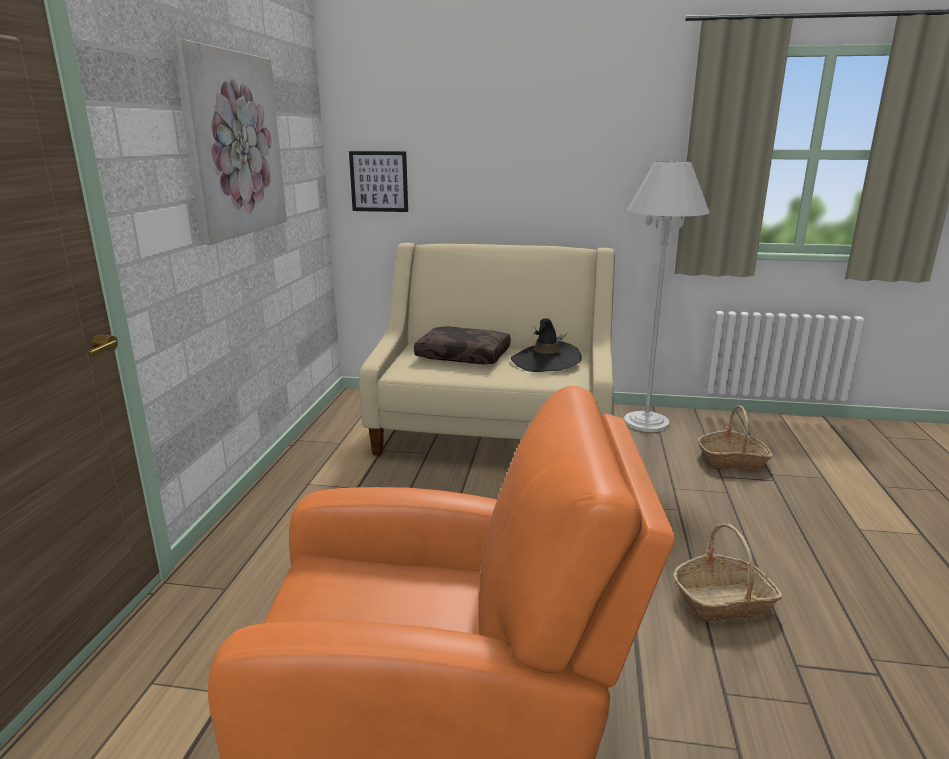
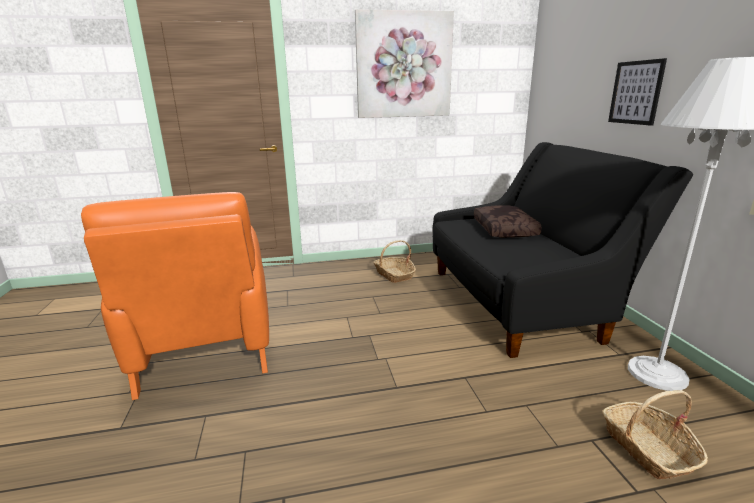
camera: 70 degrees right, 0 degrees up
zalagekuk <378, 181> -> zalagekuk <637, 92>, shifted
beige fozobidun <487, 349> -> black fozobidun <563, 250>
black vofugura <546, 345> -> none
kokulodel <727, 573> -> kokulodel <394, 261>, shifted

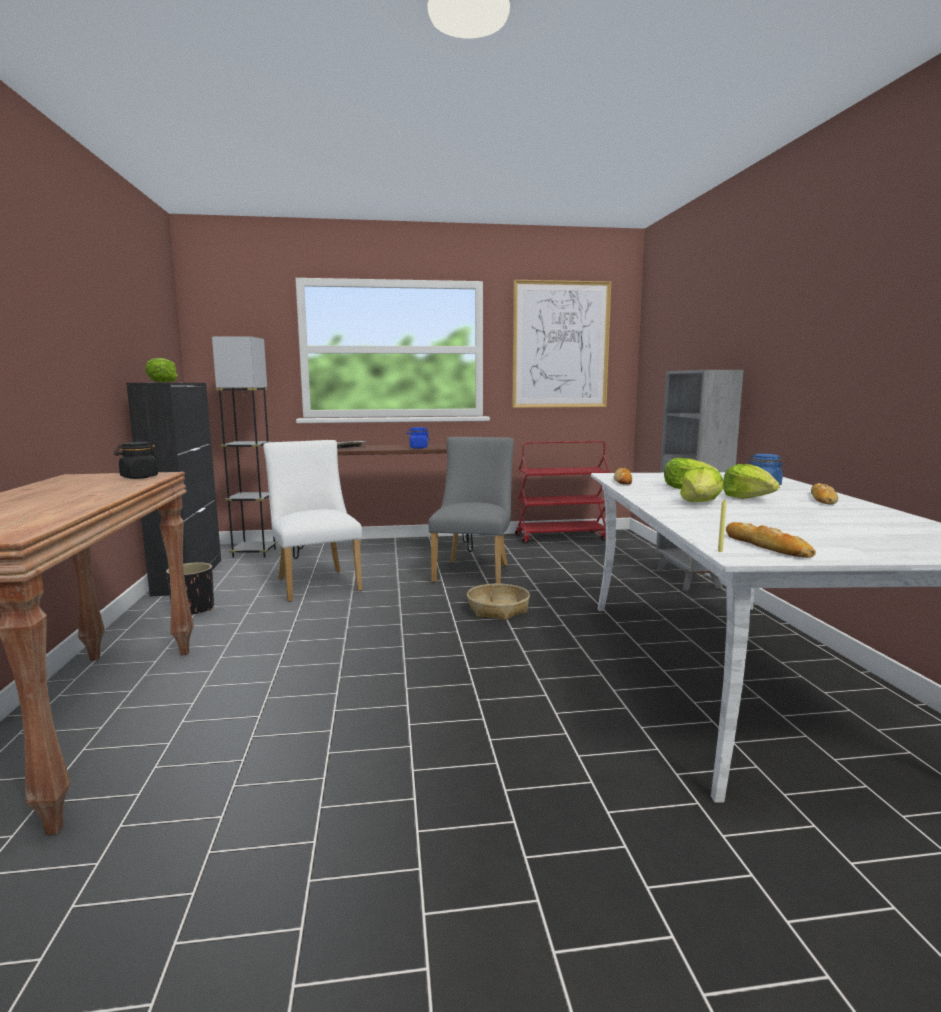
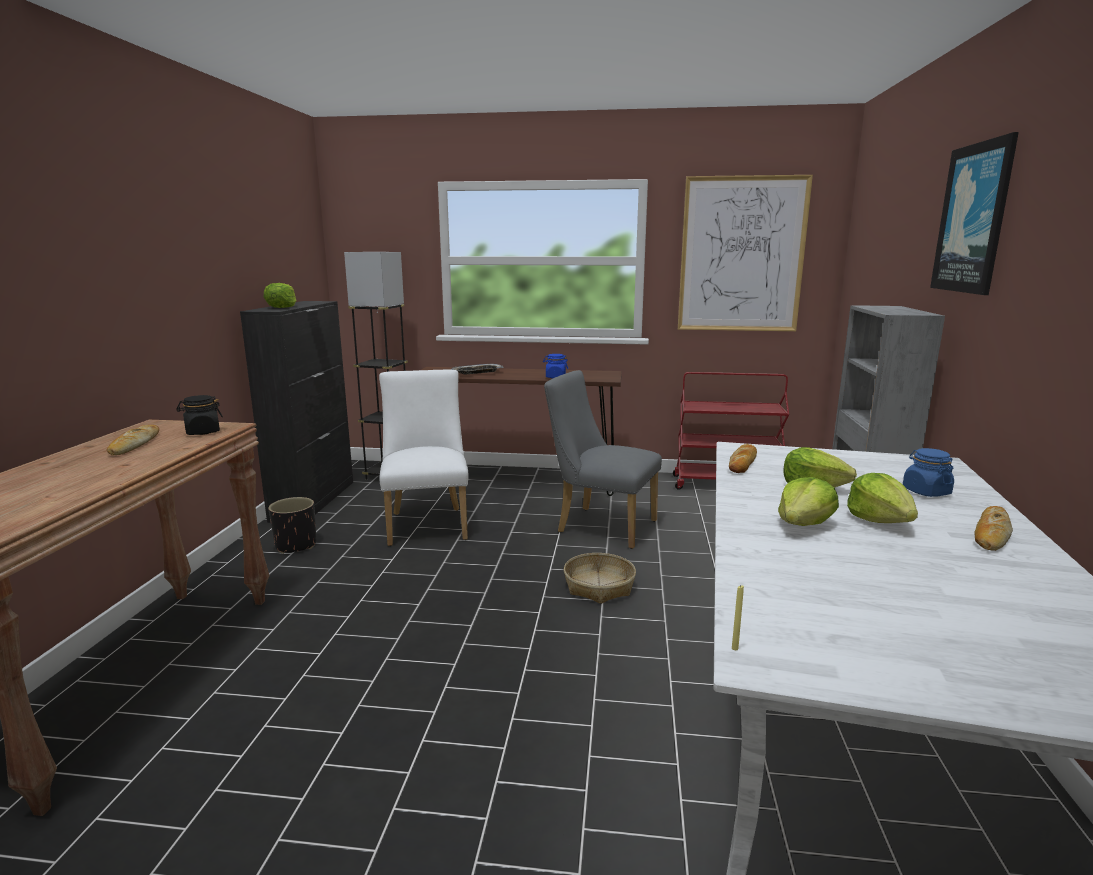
camera: 15 degrees right, 5 degrees up
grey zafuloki <471, 510> -> grey zafuloki <603, 459>, 90 degrees counterclockwise
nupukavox <771, 540> -> nupukavox <132, 440>, shifted
none -> zalagekuk <974, 213>

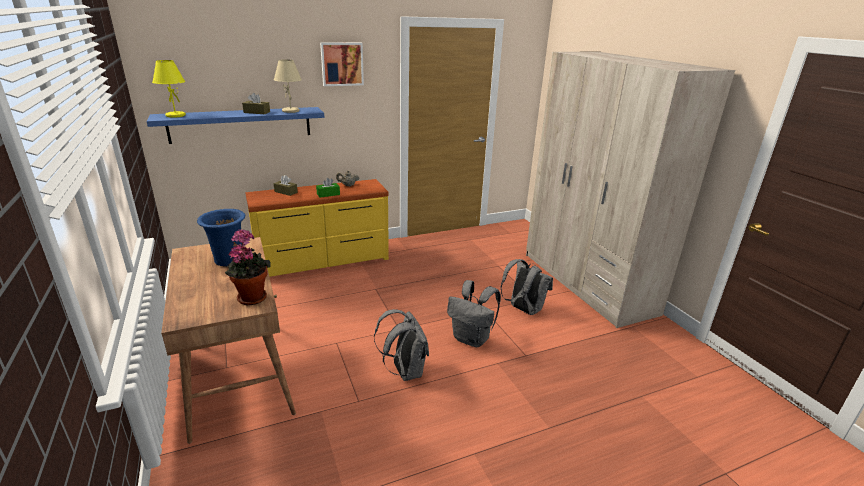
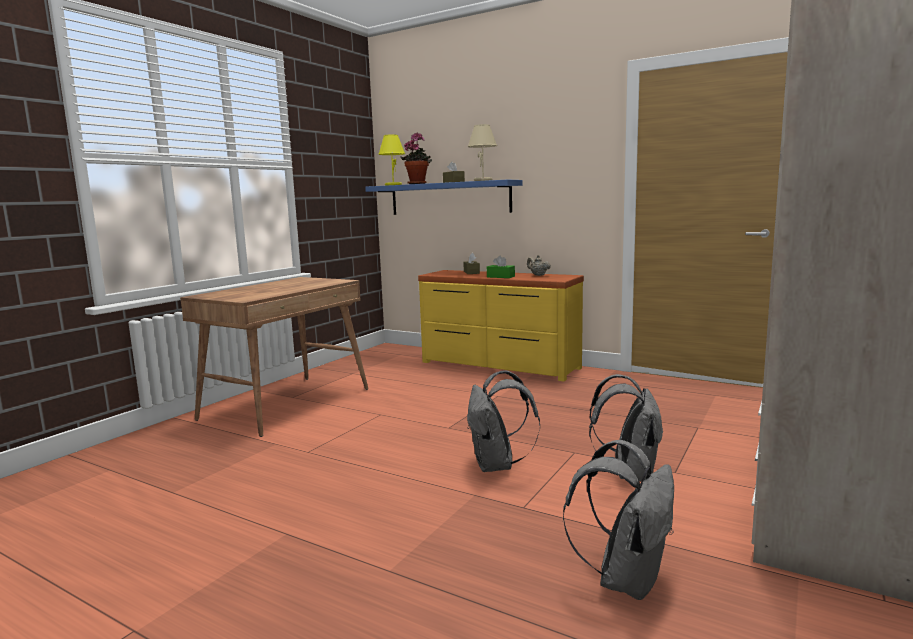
camera: 55 degrees right, 15 degrees down
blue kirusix <221, 237> -> none
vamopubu <248, 267> -> vamopubu <416, 158>, shifted
zalagekuk <342, 64> -> none
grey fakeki <401, 345> -> grey fakeki <618, 520>, shifted

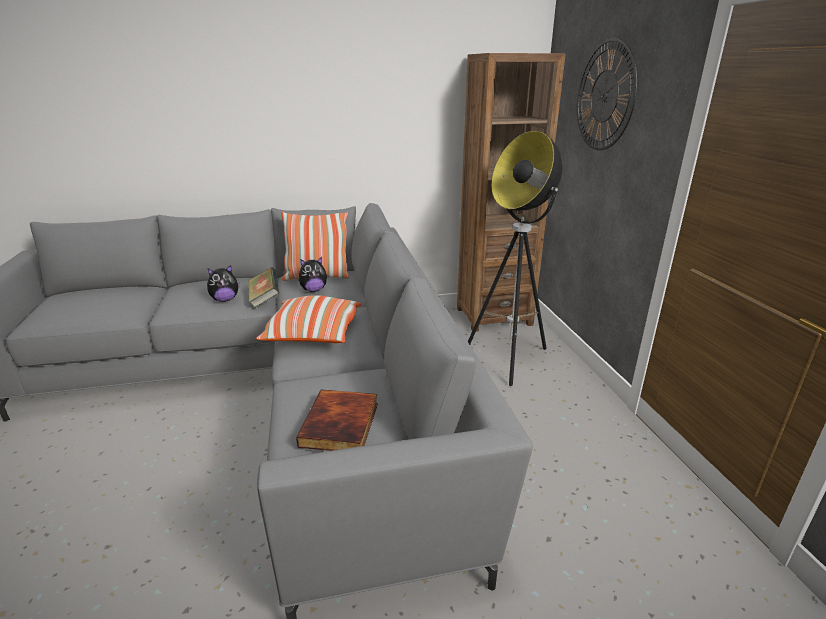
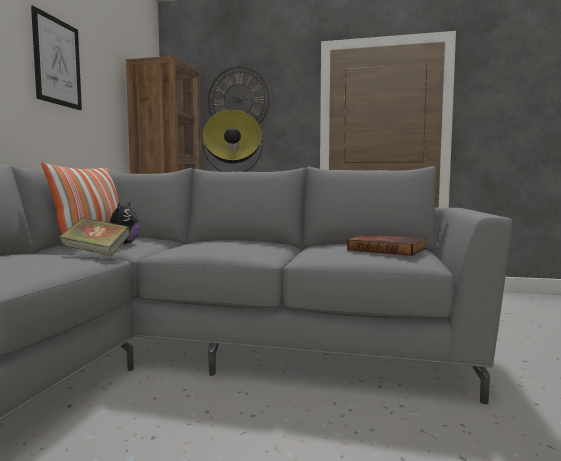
camera: 65 degrees left, 20 degrees down
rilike <223, 283> -> none
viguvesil <309, 319> -> none
none -> zalagekuk <56, 58>

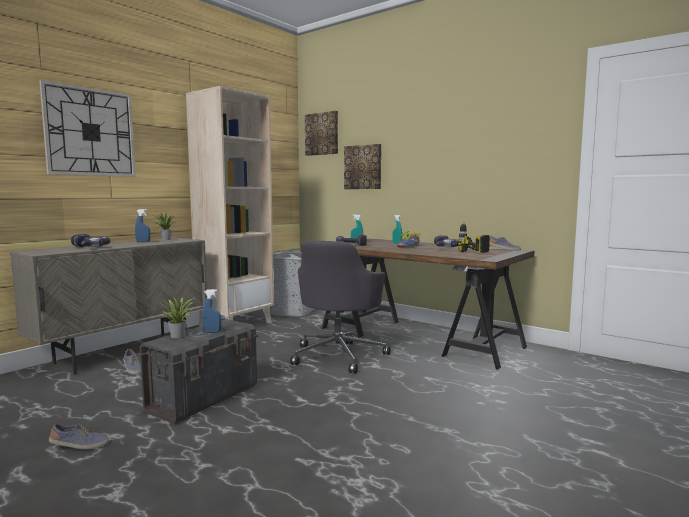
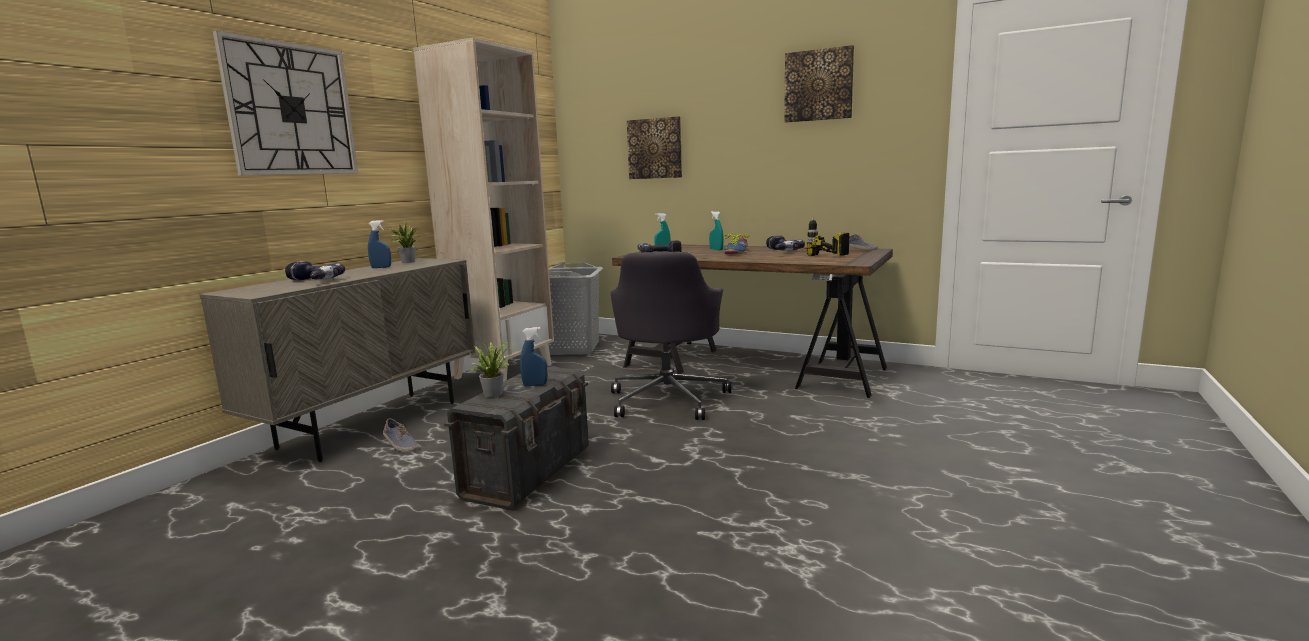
camera: 10 degrees left, 5 degrees up
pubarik <79, 437> -> none
zalagekuk <321, 133> -> zalagekuk <819, 83>, shifted

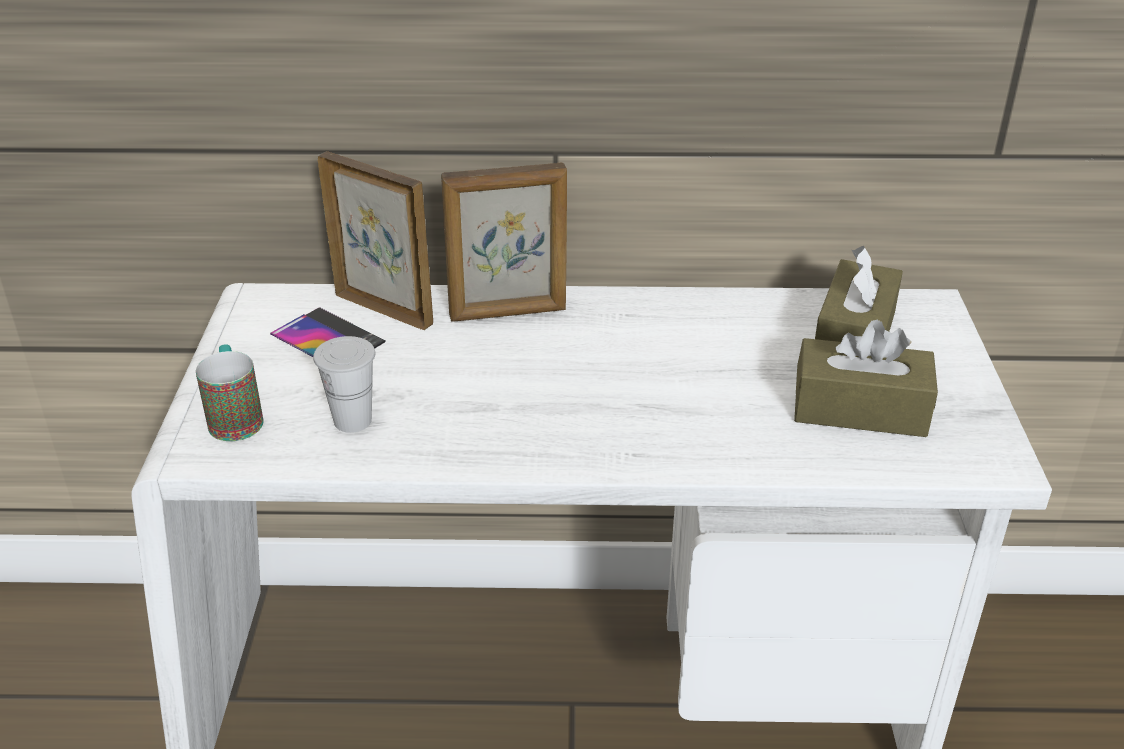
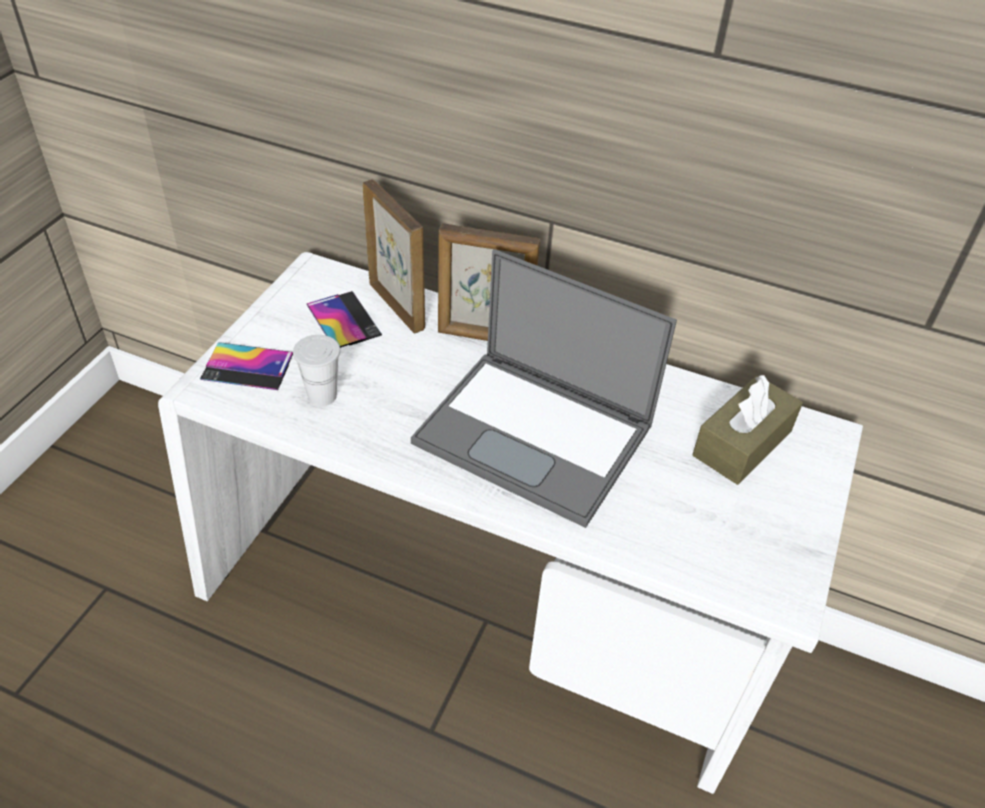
camera: 20 degrees right, 10 degrees up
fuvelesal <230, 392> -> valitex <246, 366>
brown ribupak <866, 378> -> none
none -> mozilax <544, 388>

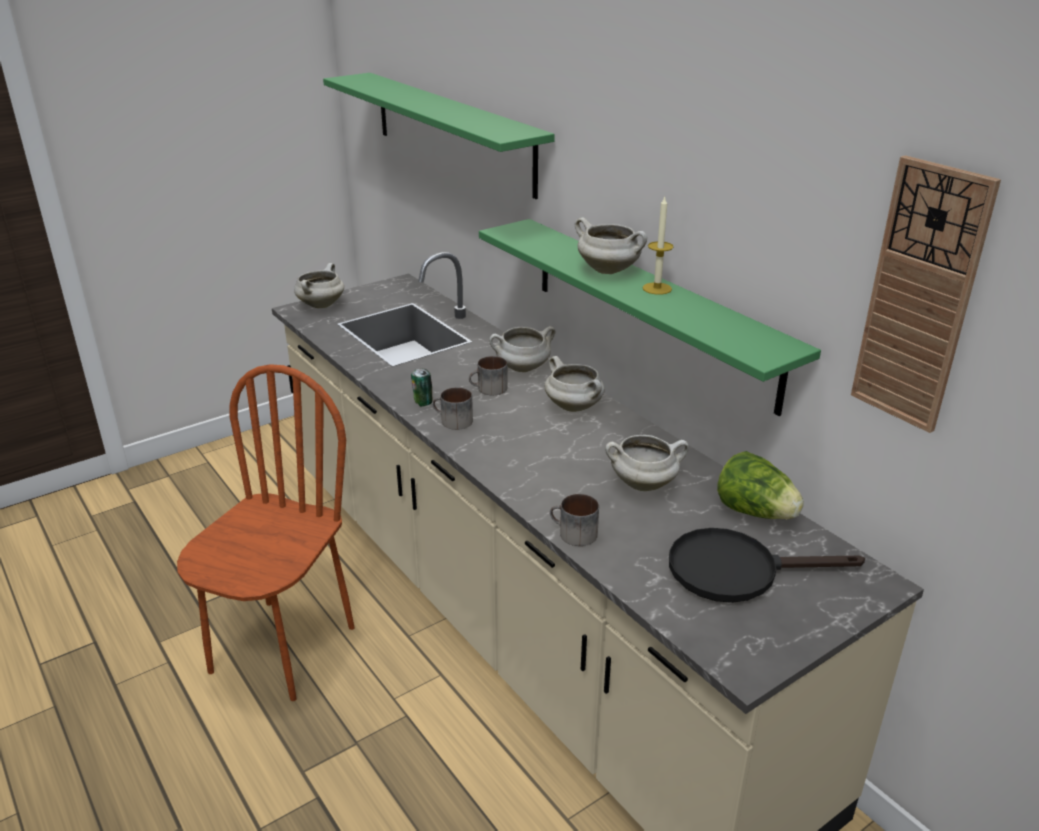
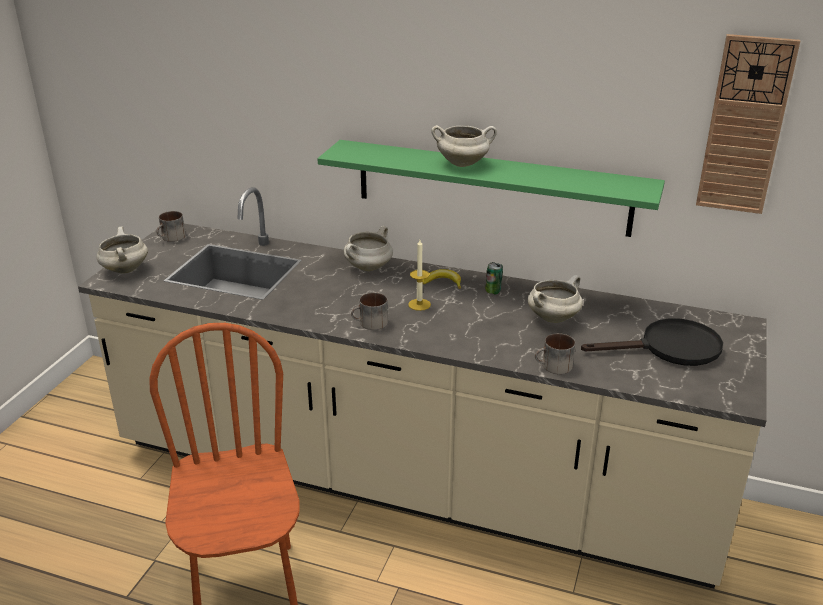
camera: 35 degrees left, 0 degrees up
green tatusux <439, 136> -> none
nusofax <421, 387> -> nusofax <494, 278>, shifted
fuvelesal <488, 375> -> fuvelesal <171, 226>, shifted
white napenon <575, 384> -> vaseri <442, 279>
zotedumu <658, 246> -> zotedumu <419, 275>, shifted
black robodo <767, 565> -> black robodo <652, 342>, 150 degrees counterclockwise
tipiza <760, 485> -> none

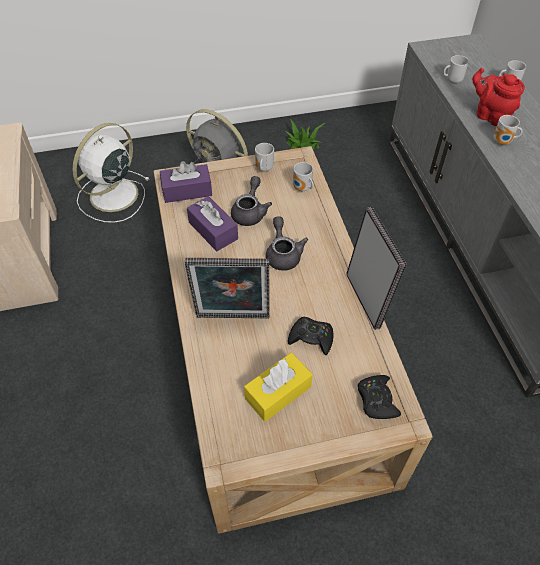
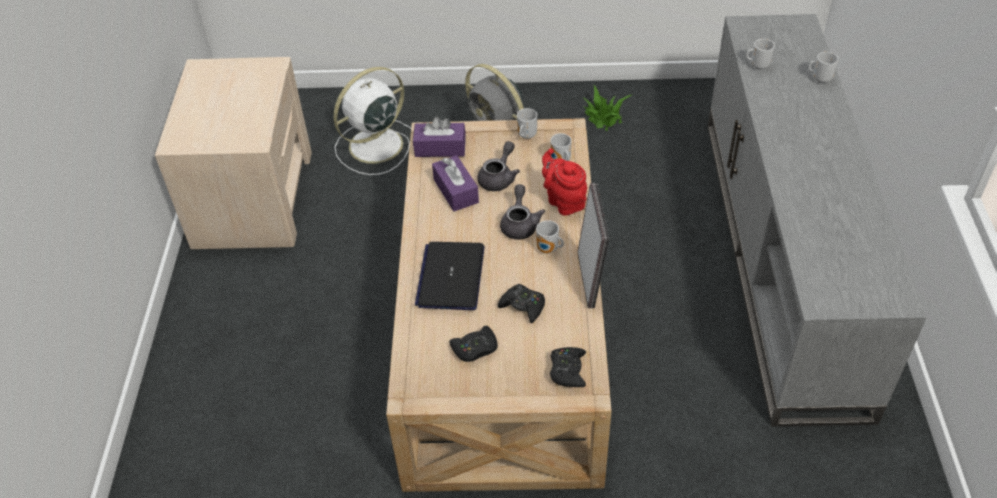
camera: 15 degrees right, 5 degrees down
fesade <227, 288> -> mozilax <449, 276>
yellow ribupak <278, 387> -> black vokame <473, 344>
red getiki <498, 97> -> red getiki <564, 182>, shifted
fuvelesal <508, 130> -> fuvelesal <550, 236>, shifted

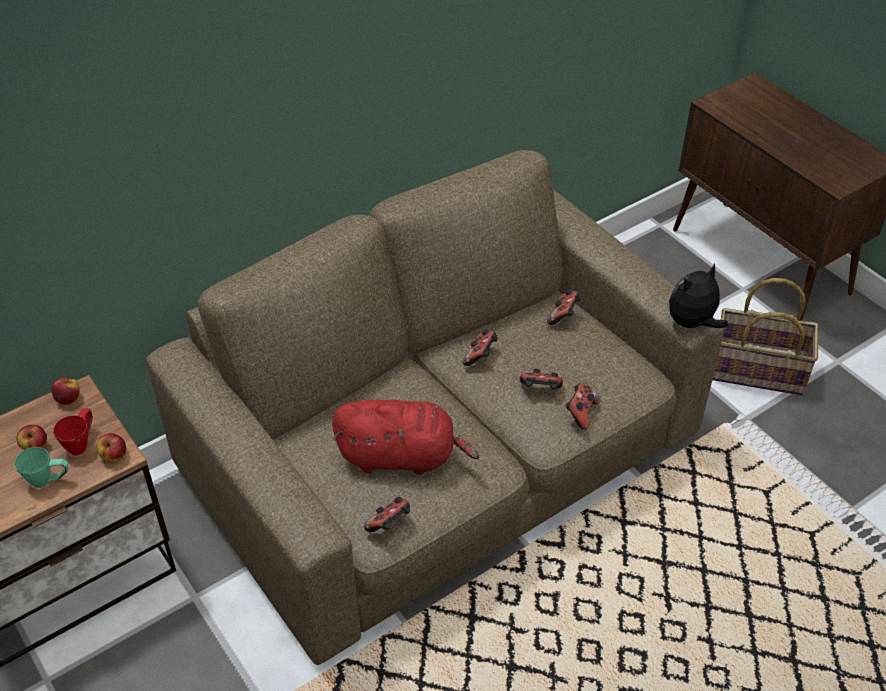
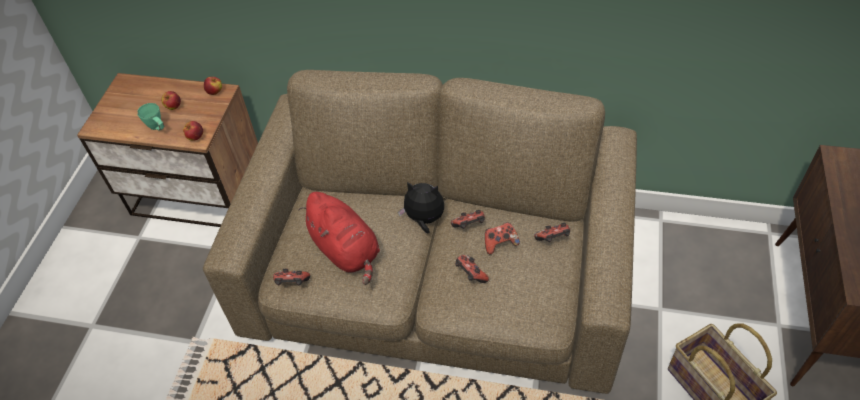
camera: 50 degrees right, 5 degrees up
red fuvelesal <73, 431> -> none
vokame <583, 406> -> vokame <502, 238>, shifted
rilike <698, 296> -> rilike <421, 207>, shifted

